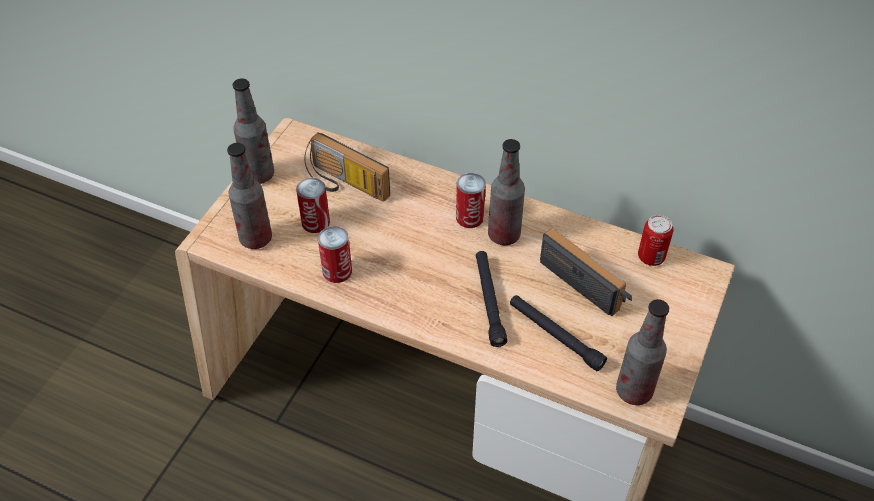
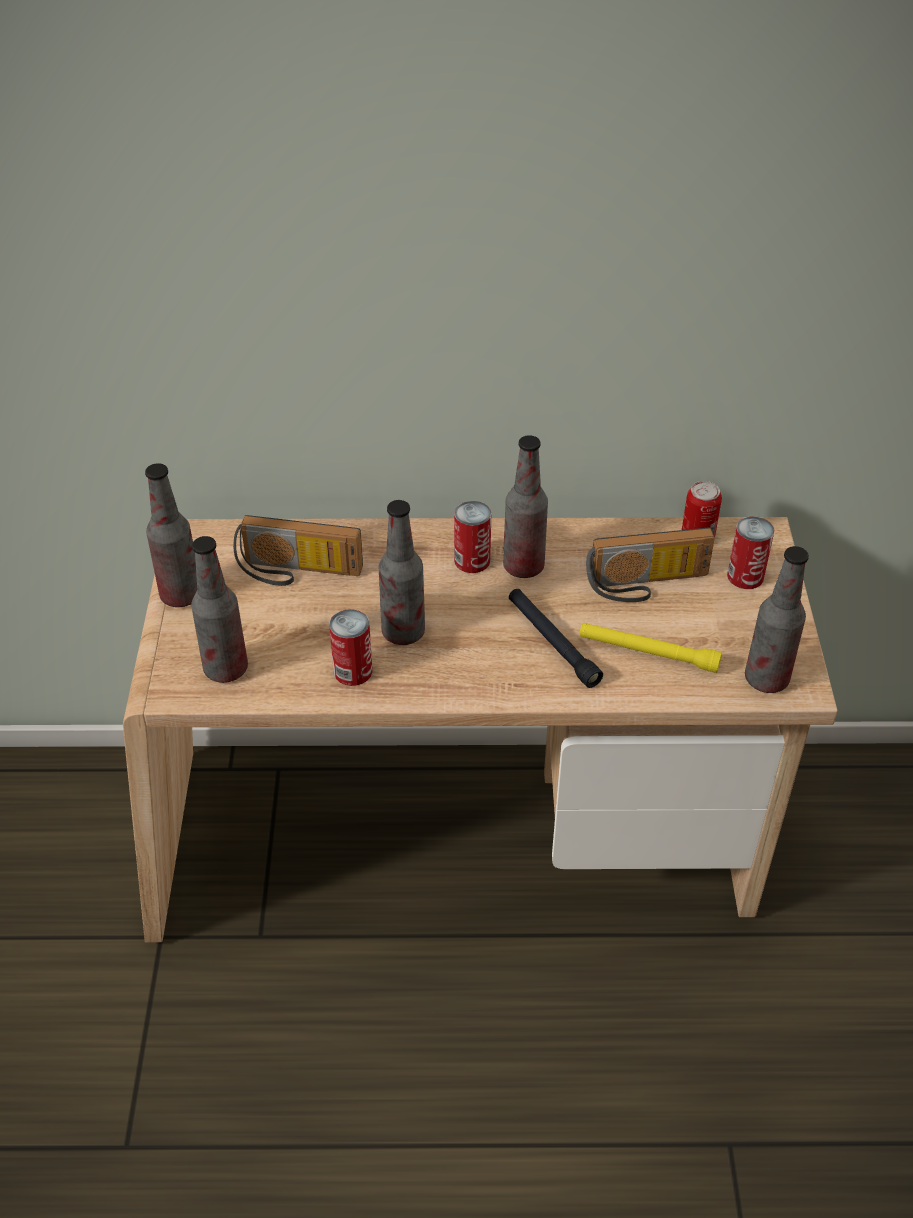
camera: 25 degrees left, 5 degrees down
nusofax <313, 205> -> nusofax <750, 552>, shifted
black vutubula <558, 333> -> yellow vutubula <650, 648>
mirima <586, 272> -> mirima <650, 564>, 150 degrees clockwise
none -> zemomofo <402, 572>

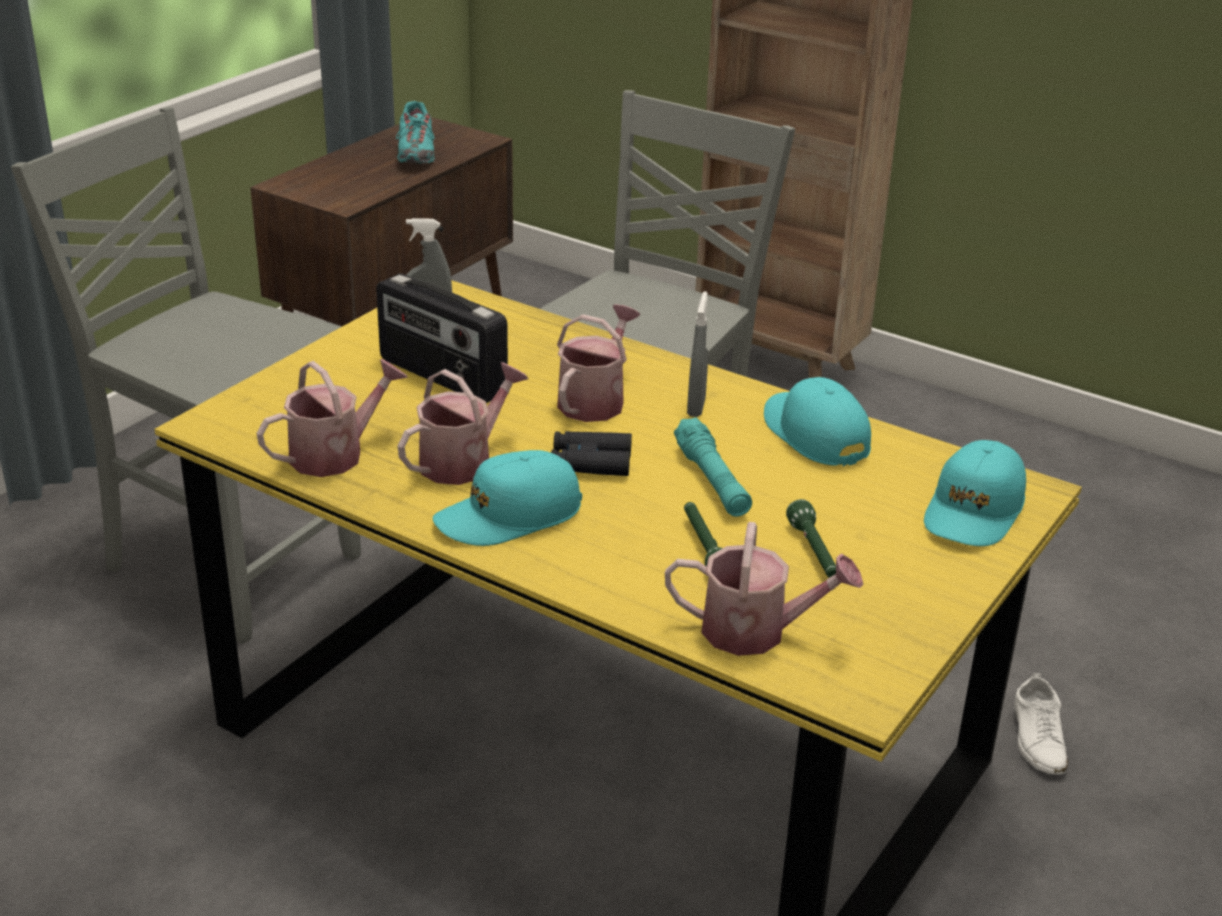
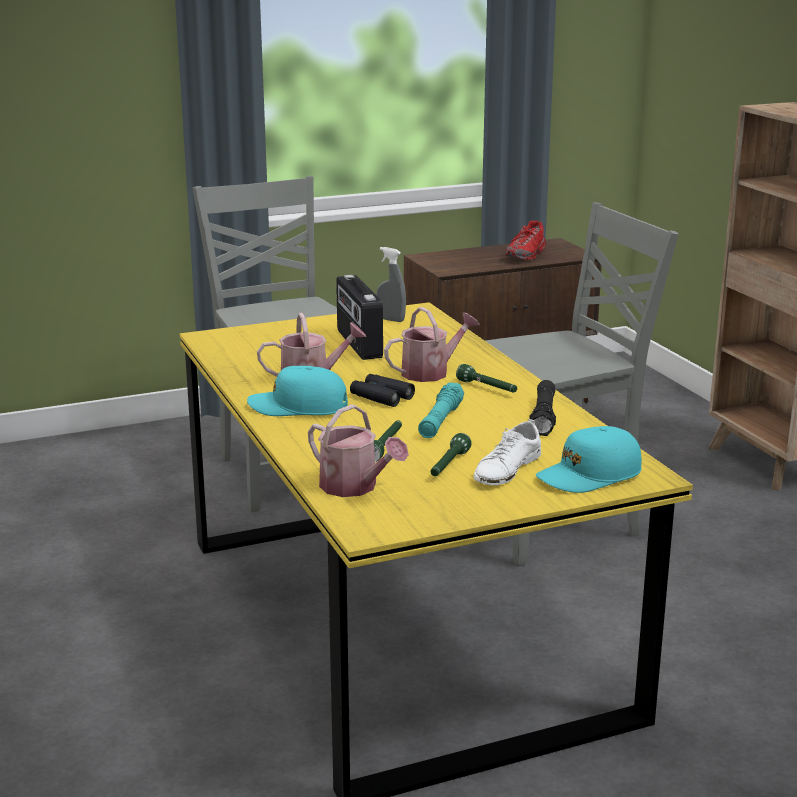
camera: 35 degrees right, 10 degrees down
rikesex <332, 418> -> none
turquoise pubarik <415, 132> -> red pubarik <525, 240>
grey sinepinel <697, 354> -> green vutubula <486, 378>
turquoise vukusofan <817, 422> -> black vutubula <542, 408>
white pubarik <1041, 724> -> white pubarik <507, 452>, shifted

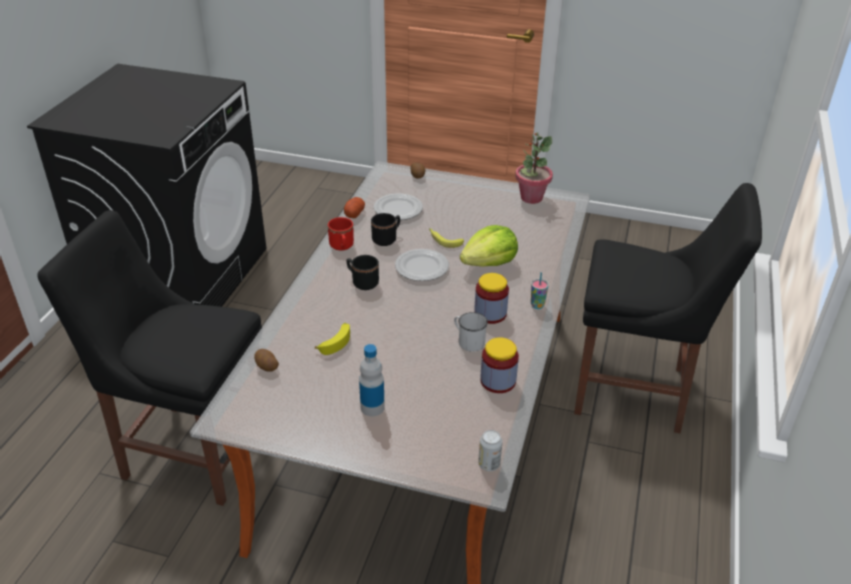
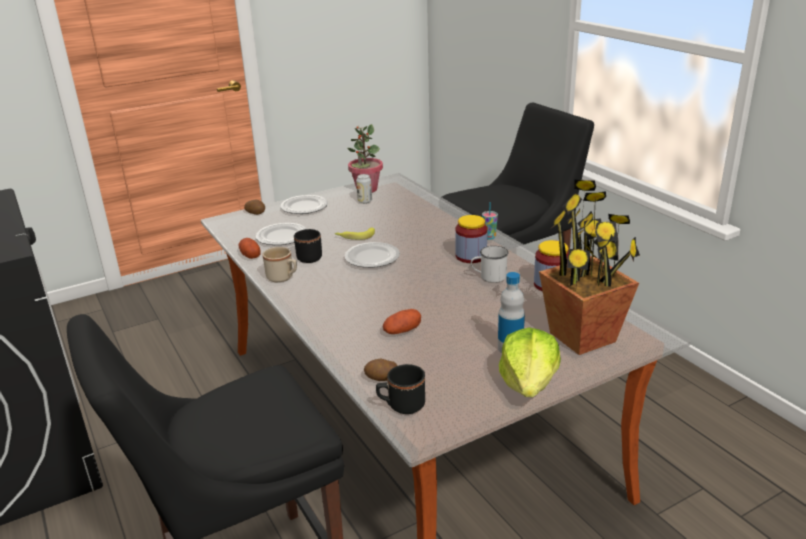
camera: 45 degrees left, 10 degrees down
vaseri <332, 339> -> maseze <402, 321>
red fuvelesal <341, 233> -> beige fuvelesal <279, 264>
black fuvelesal <363, 272> -> black fuvelesal <400, 389>, shifted
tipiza <489, 246> -> tipiza <530, 362>, shifted
nusofax <490, 450> -> nusofax <364, 189>, shifted
none -> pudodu <304, 204>
none -> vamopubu <589, 267>

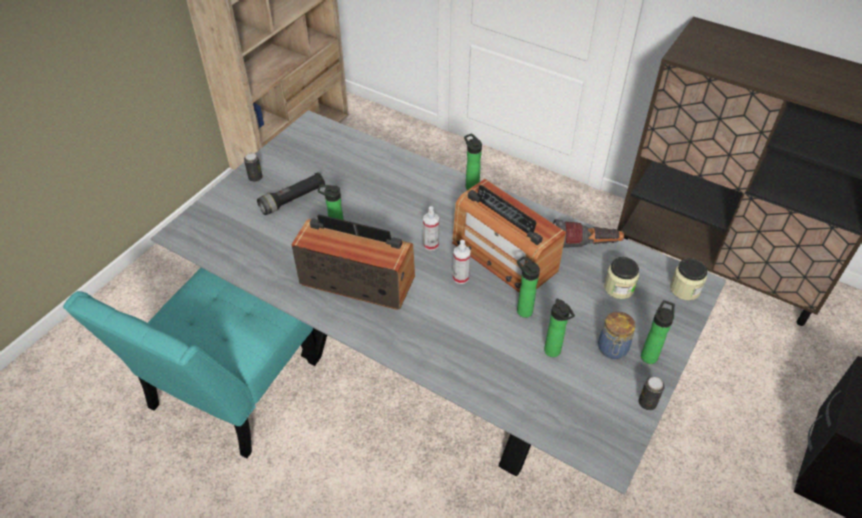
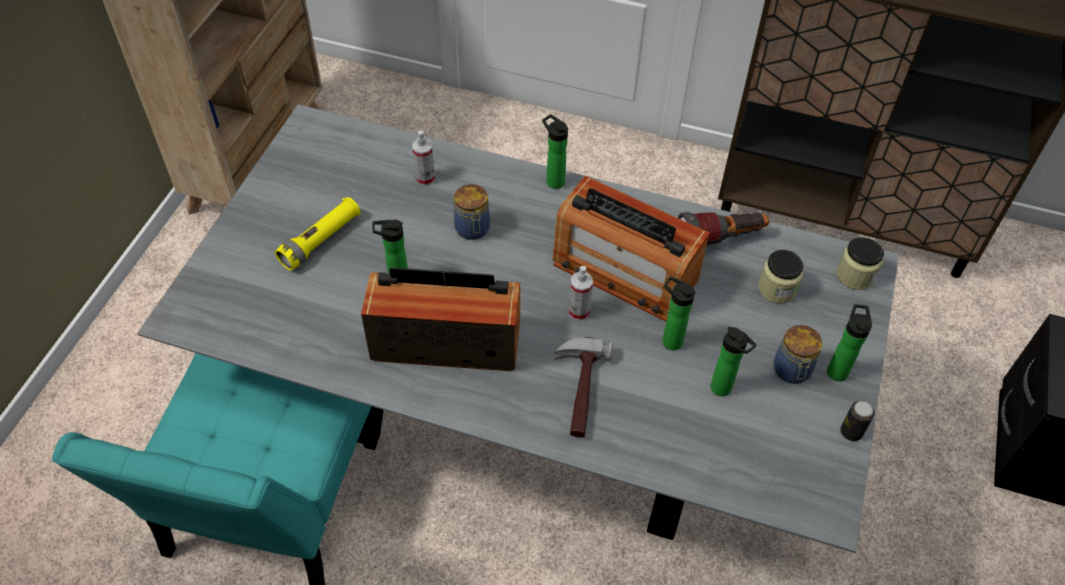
camera: 15 degrees left, 5 degrees up
nusofax <253, 167> -> none
black vutubula <291, 193> -> yellow vutubula <318, 234>
sinepinel <431, 228> -> sinepinel <423, 158>, shifted
none -> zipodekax <472, 212>
none -> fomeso <583, 387>

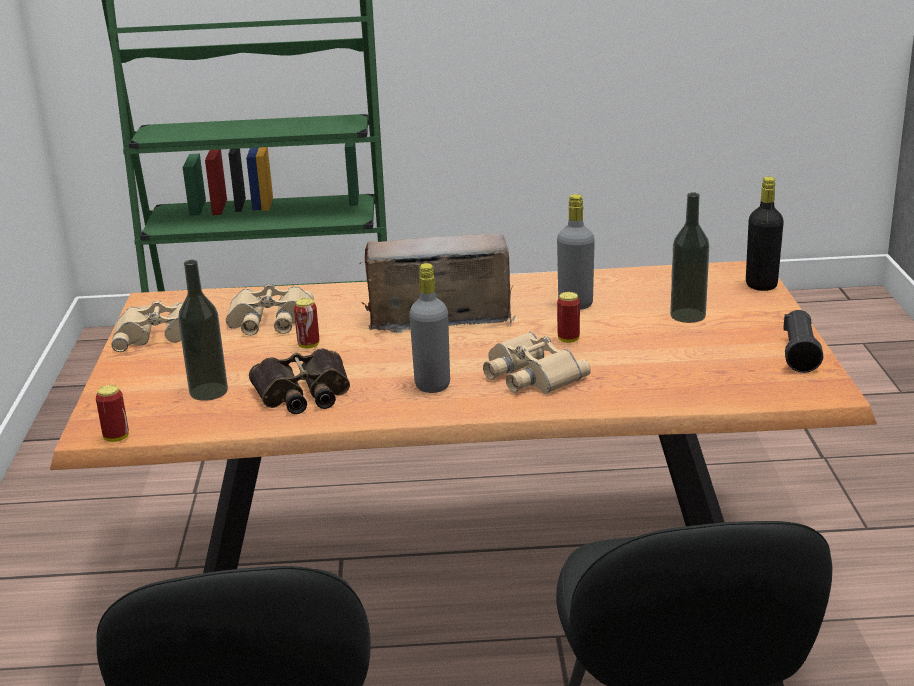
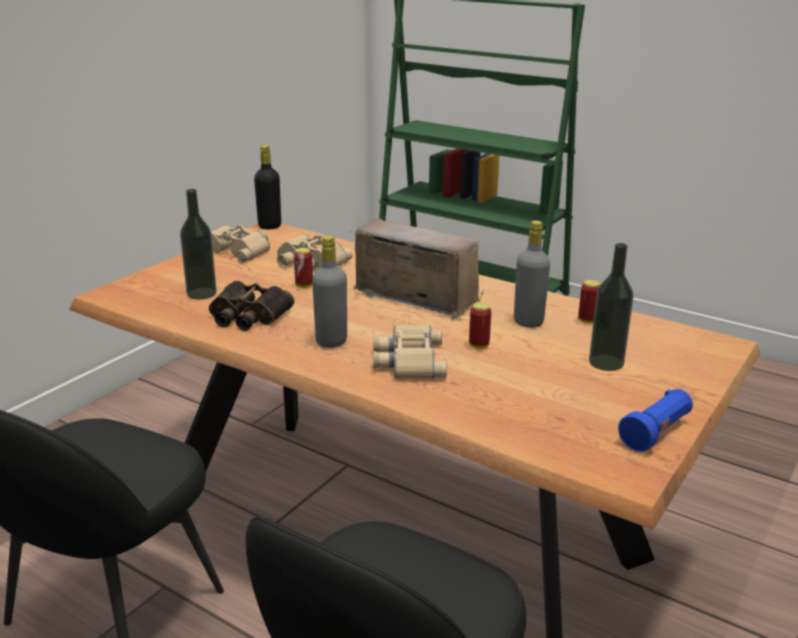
camera: 35 degrees right, 0 degrees up
nusofax <112, 413> -> nusofax <589, 302>, shifted
black zemomofo <765, 234> -> black zemomofo <267, 187>, shifted
black vutubula <803, 341> -> blue vutubula <655, 420>

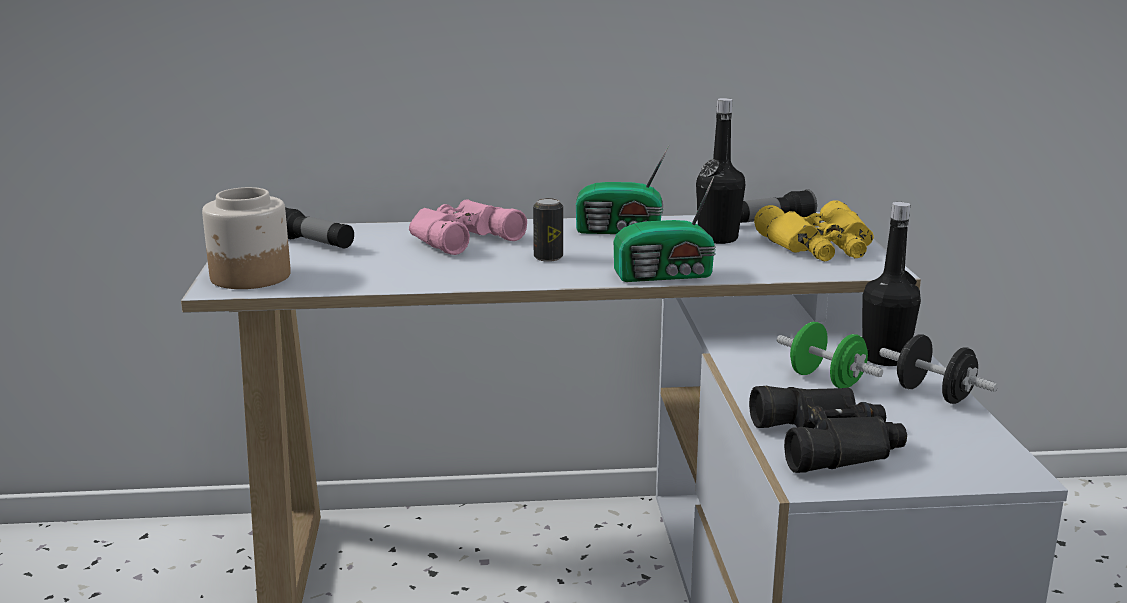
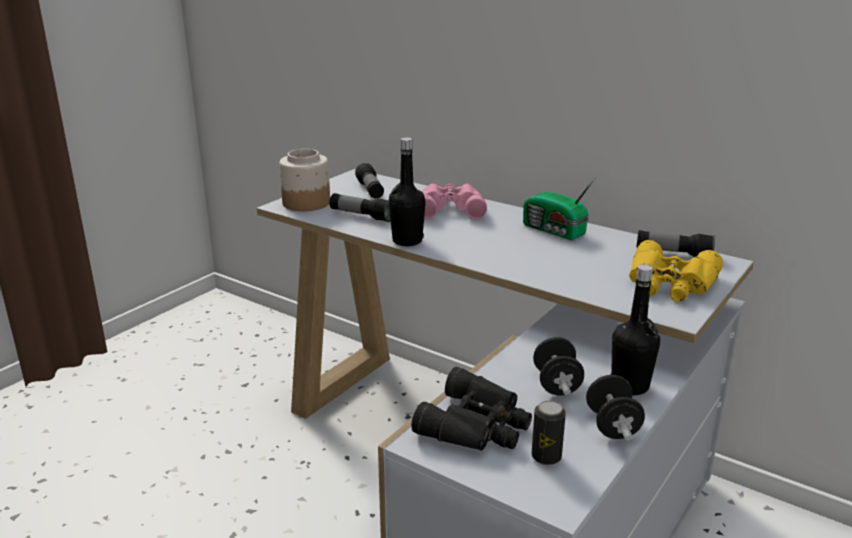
camera: 40 degrees right, 5 degrees up
nusofax <548, 230> -> nusofax <548, 433>, shifted
mirima <665, 229> -> none
black zemomofo <720, 171> -> black zemomofo <407, 192>, shifted
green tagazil <830, 355> -> black tagazil <558, 366>
none -> vutubula <360, 207>

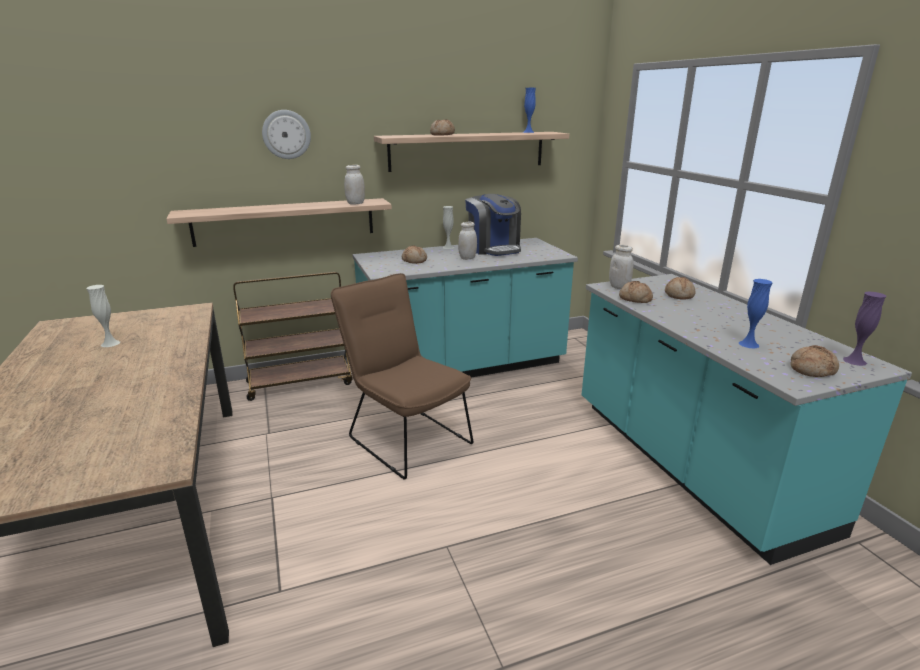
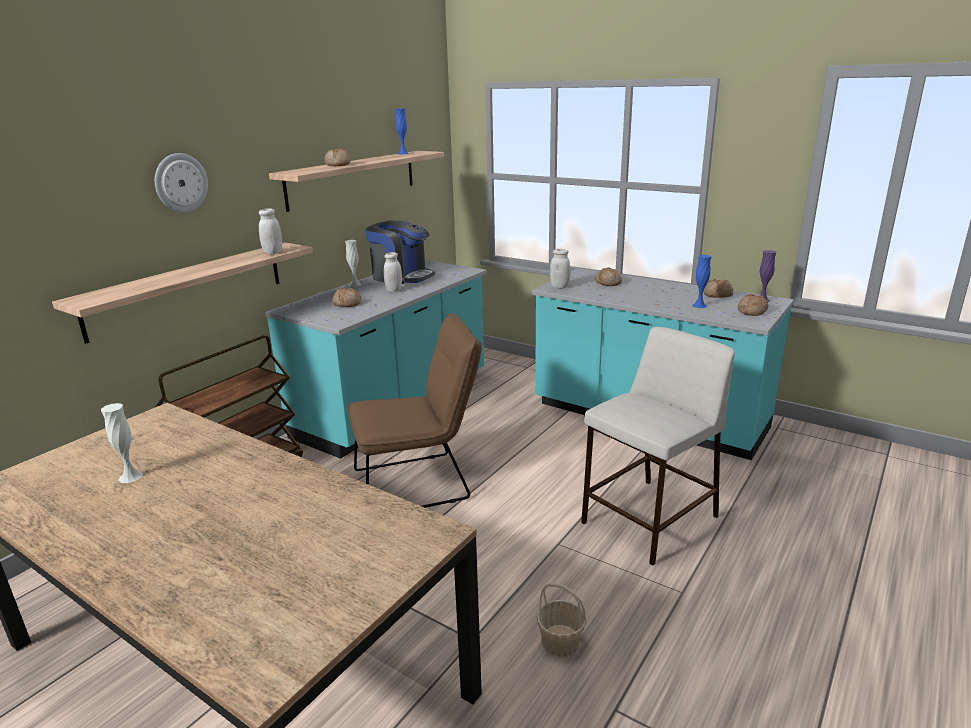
camera: 35 degrees left, 0 degrees up
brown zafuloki <402, 376> -> brown zafuloki <415, 410>, 150 degrees clockwise
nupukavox <636, 292> -> nupukavox <718, 288>, shifted
none -> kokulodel <561, 620>
none -> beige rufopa <658, 446>

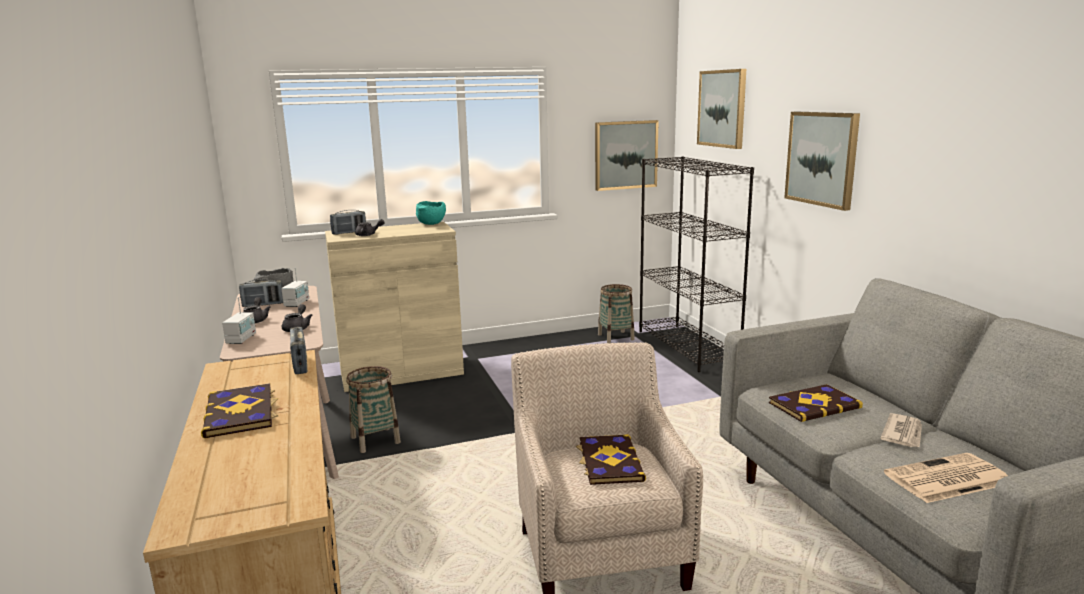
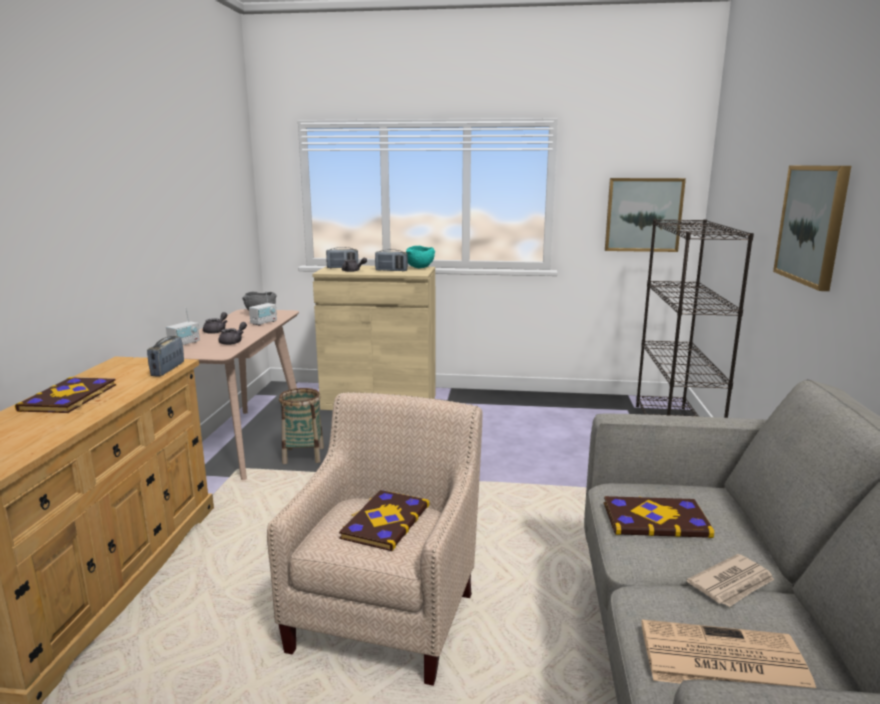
camera: 25 degrees right, 0 degrees up
mirima <261, 293> -> mirima <391, 260>, shifted
kokulodel <616, 313> -> none
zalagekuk <721, 109> -> none

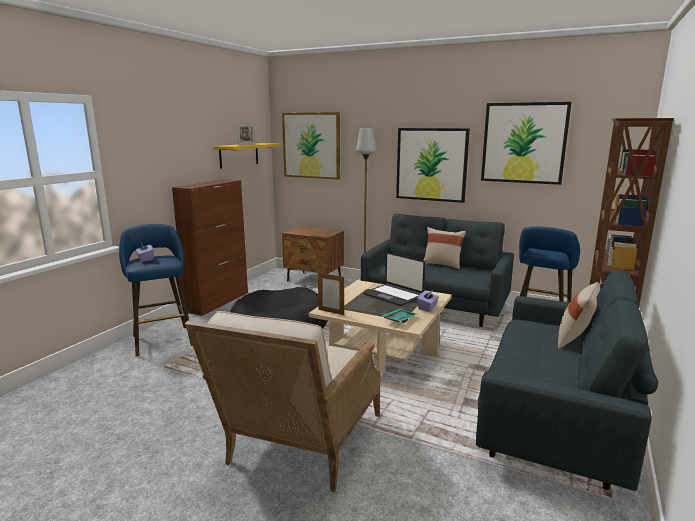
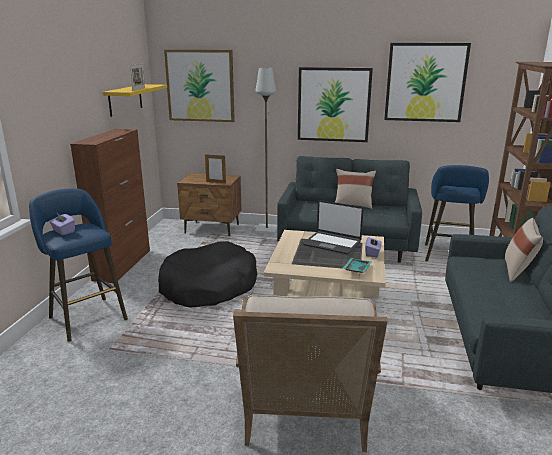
camera: 15 degrees left, 5 degrees up
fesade <331, 293> -> fesade <215, 169>, shifted

